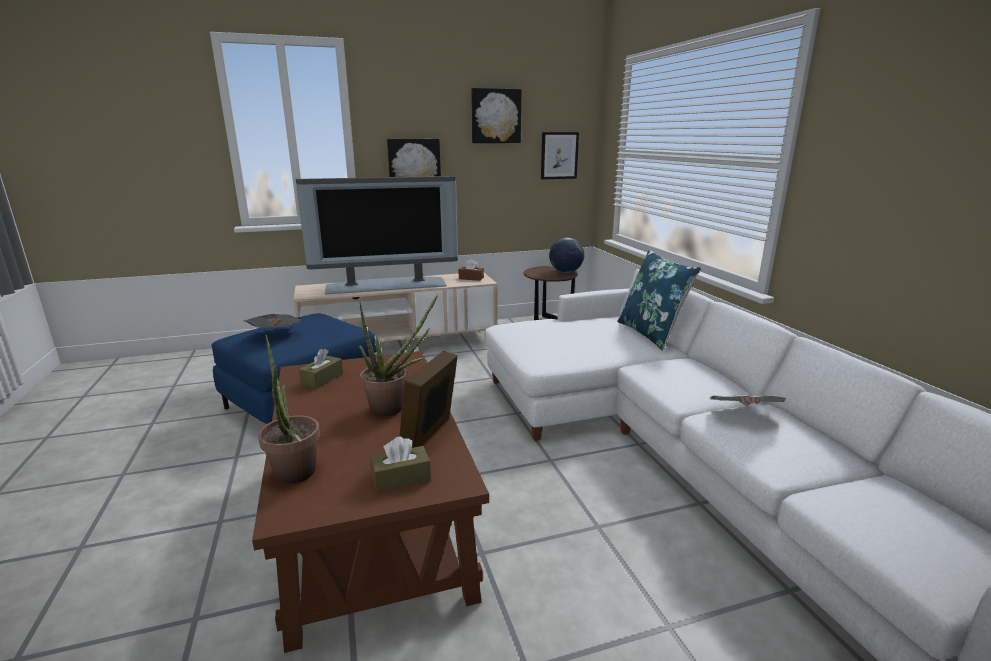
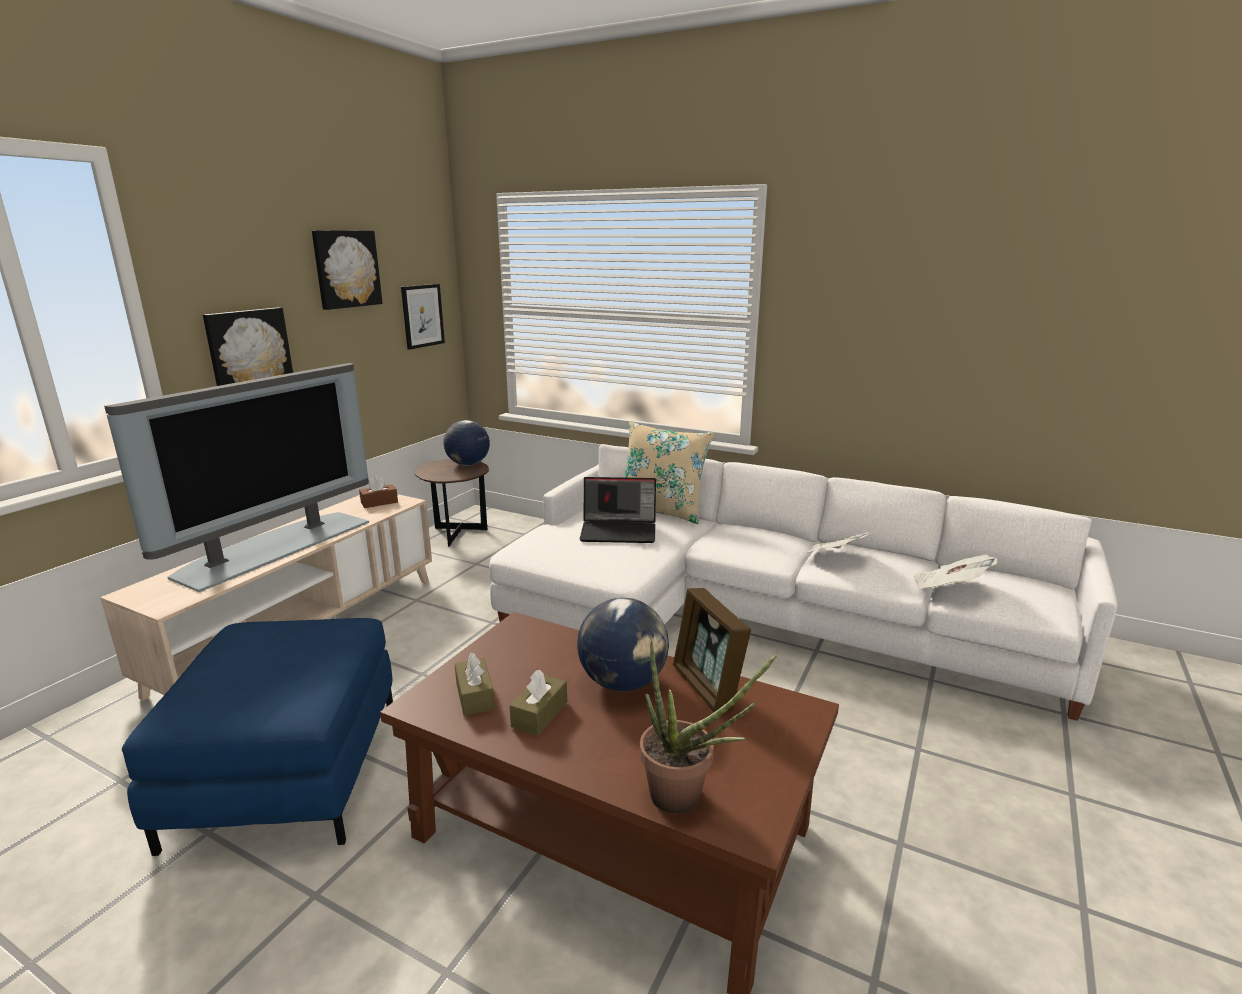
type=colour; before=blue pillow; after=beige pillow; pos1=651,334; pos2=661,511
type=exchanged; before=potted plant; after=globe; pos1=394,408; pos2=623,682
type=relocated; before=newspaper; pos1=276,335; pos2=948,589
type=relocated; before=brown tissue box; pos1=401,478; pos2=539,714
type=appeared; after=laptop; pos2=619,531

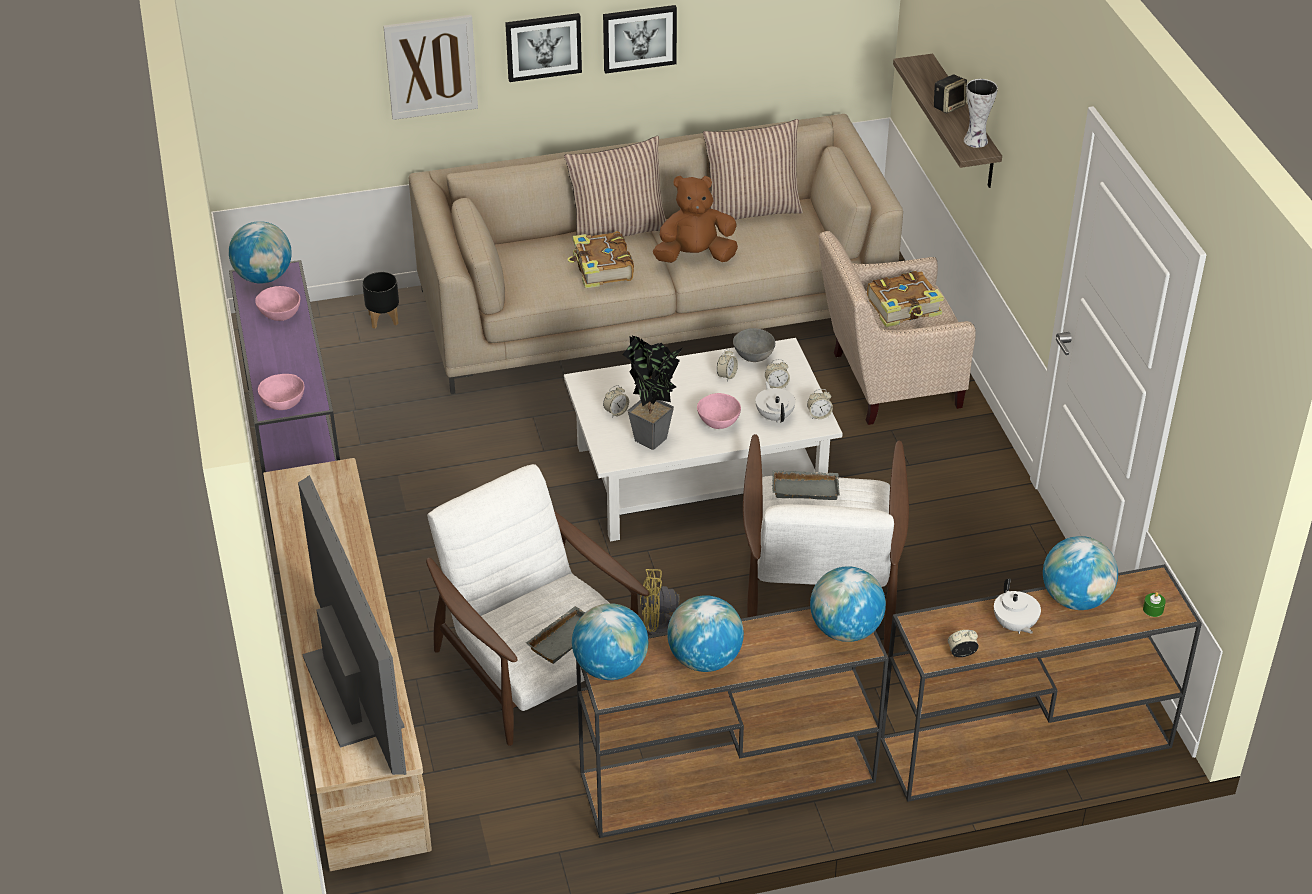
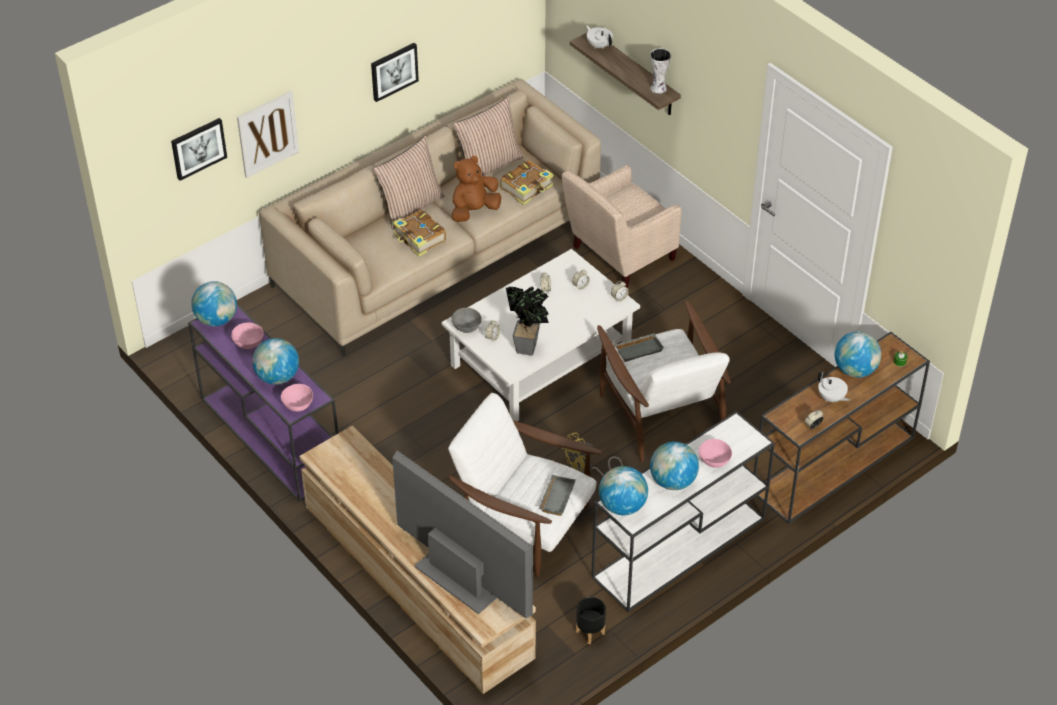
type=relocated; before=picture; pos1=543,46; pos2=198,148
type=missing; before=speaker; pos1=948,106
type=relocated; before=book; pos1=904,308; pos2=527,188
type=relocated; before=black planter; pos1=383,319; pos2=589,632
type=relocated; before=grey bowl; pos1=753,357; pos2=466,328
type=relocated; before=white teapot; pos1=774,416; pos2=599,45
type=relocated; before=pink bowl; pos1=718,423; pos2=714,462
type=relocated; before=globe; pos1=845,630; pos2=277,377
type=colour; before=brown console table; after=white console table; pos1=725,778; pos2=677,549

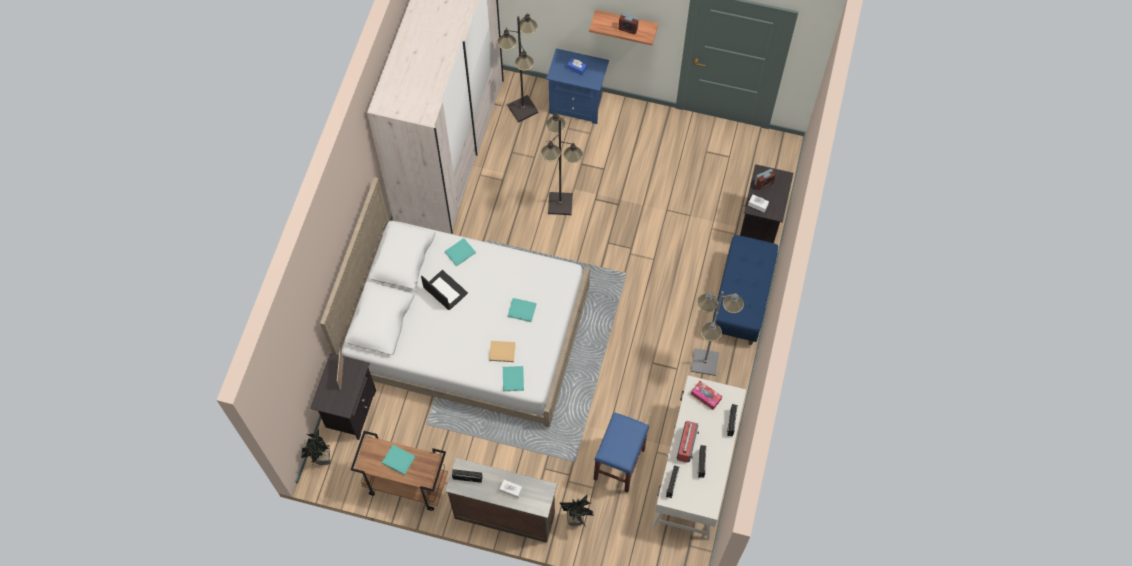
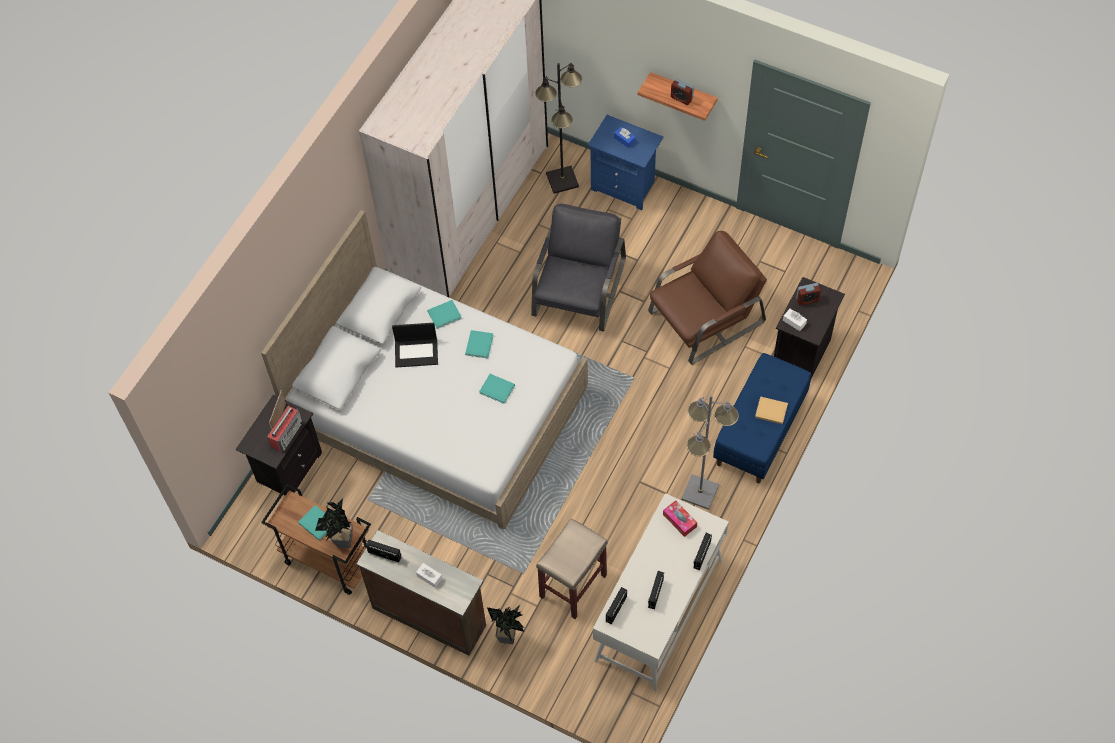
type=exchanged; before=black floor lamp; after=grey armchair; pos1=560,203; pos2=579,289
type=spun; before=laptop; pos1=444,290; pos2=417,352; turn=120
type=relocated; before=beige book; pos1=501,351; pos2=770,411
type=relocated; before=turquoise book; pos1=513,378; pos2=479,344
type=colour; before=blue stool; after=beige stool; pos1=619,463; pos2=573,585
type=relocated; before=radio; pos1=686,444; pos2=287,434
type=relocated; before=potted plant; pos1=323,461; pos2=342,543
type=appeared; after=brown armchair; pos2=705,318

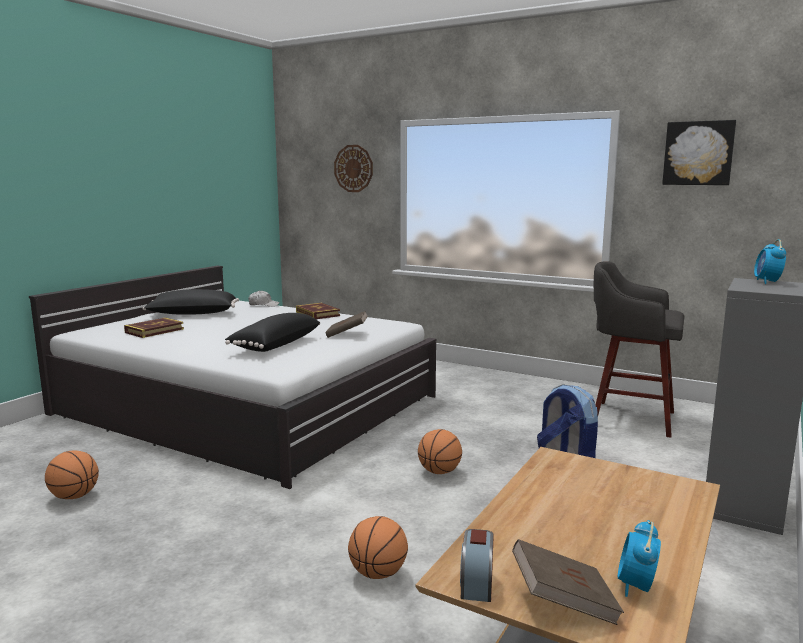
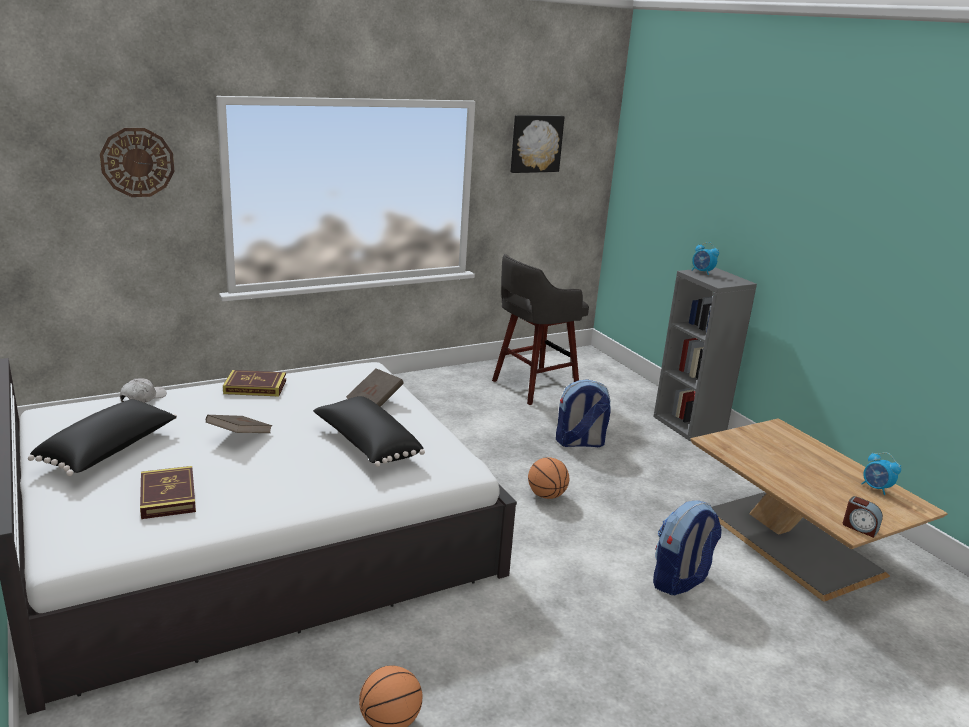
type=exchanged; before=basketball; after=backpack; pos1=378,573; pos2=680,581
type=relocated; before=brown book; pos1=563,602; pos2=240,436

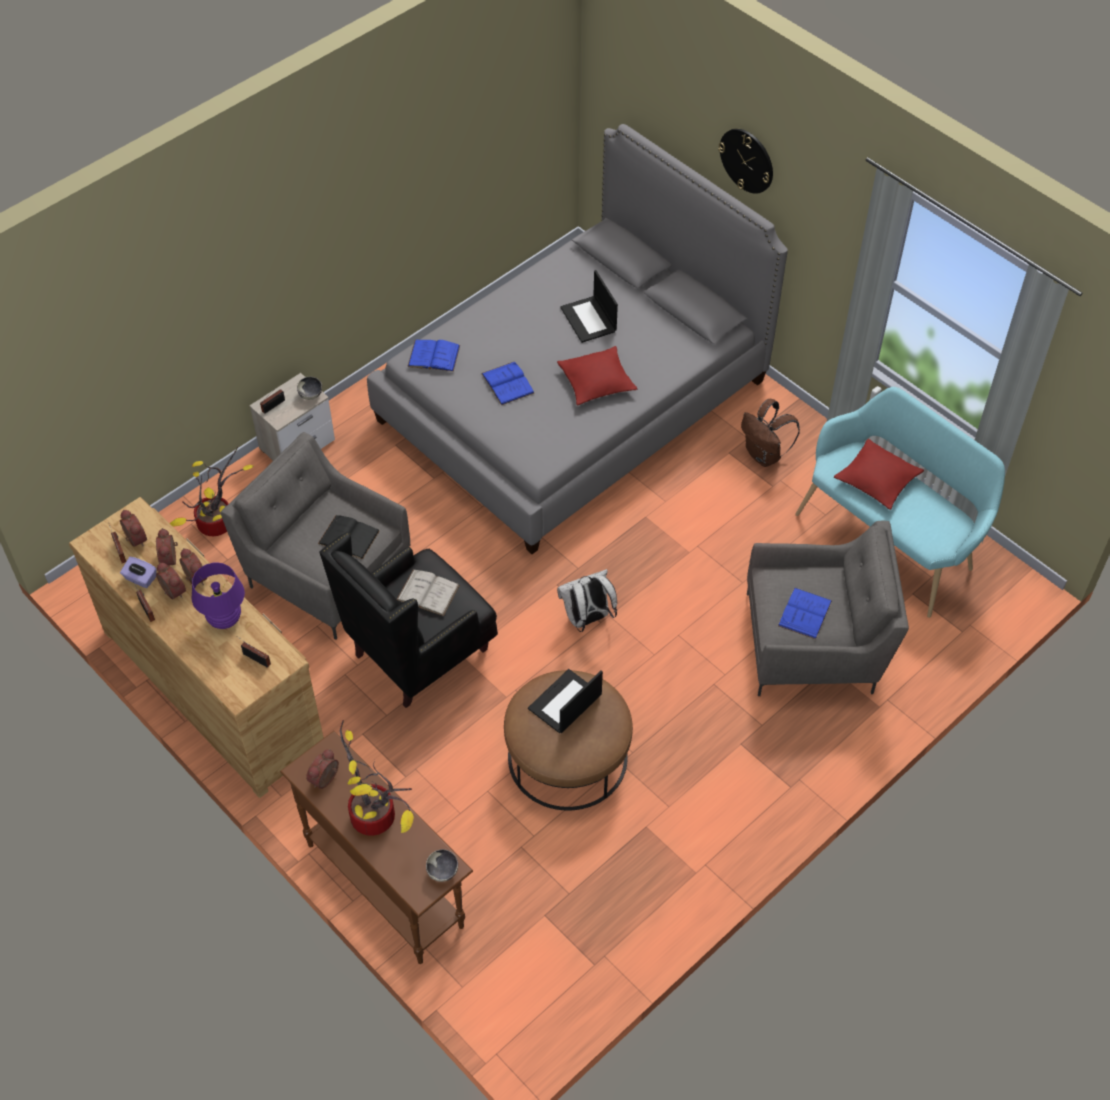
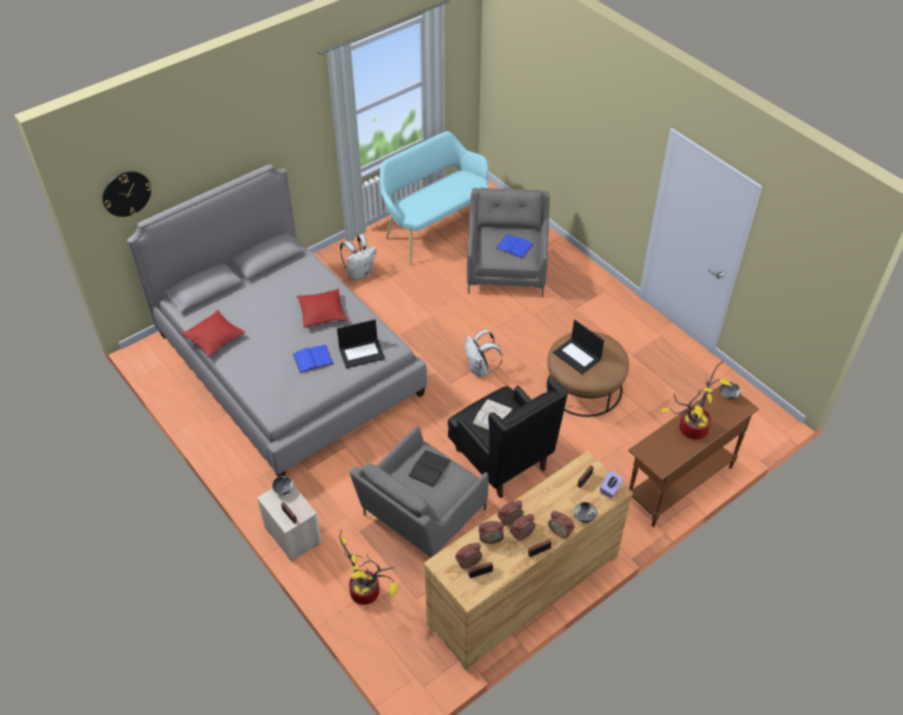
type=relocated; before=wall clock; pos1=747,160; pos2=126,193
type=relocated; before=laptop; pos1=589,320; pos2=362,352
type=missing; before=blue book; pos1=434,356
type=colour; before=brown backpack; after=white backpack; pos1=765,455; pos2=359,273
type=relocated; before=red pillow; pos1=877,480; pos2=214,338
type=relocated; before=purple tissue box; pos1=140,579; pos2=610,489
type=missing; before=purple table lamp; pos1=224,619
type=relocated; before=alarm clock; pos1=326,779; pos2=561,530
type=appeared; after=bowl; pos2=584,517

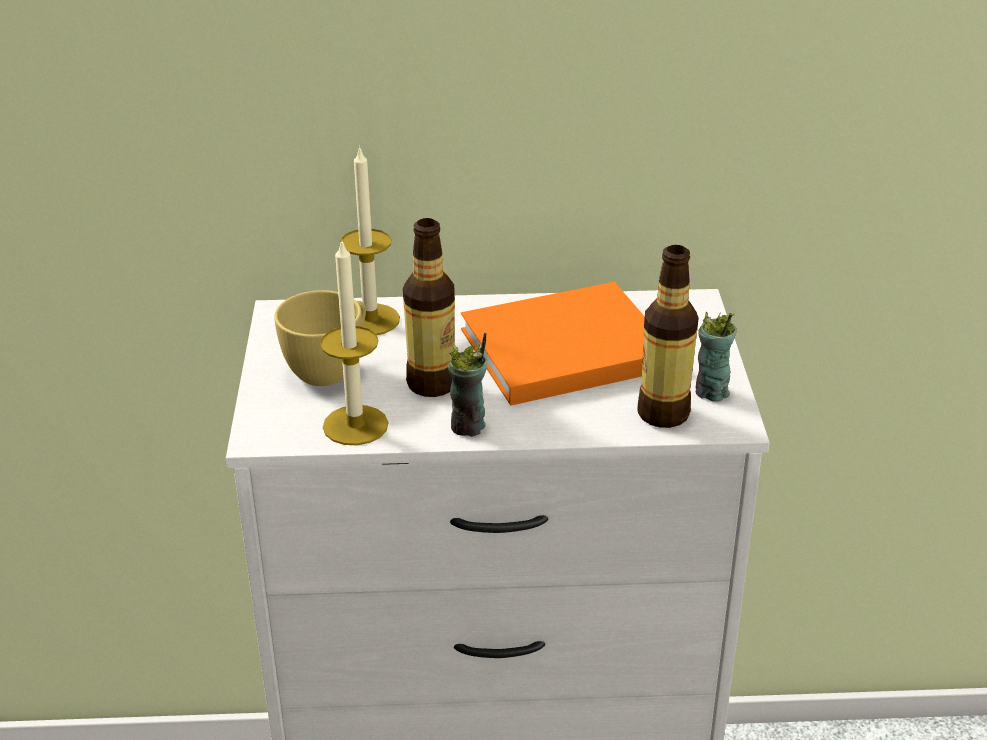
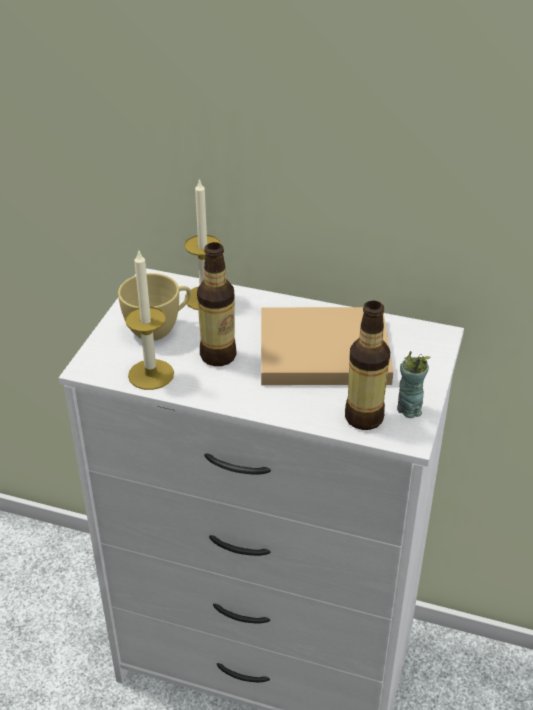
type=colour; before=orange book; after=beige book; pos1=559,350; pos2=319,350
type=missing; before=cup; pos1=468,427

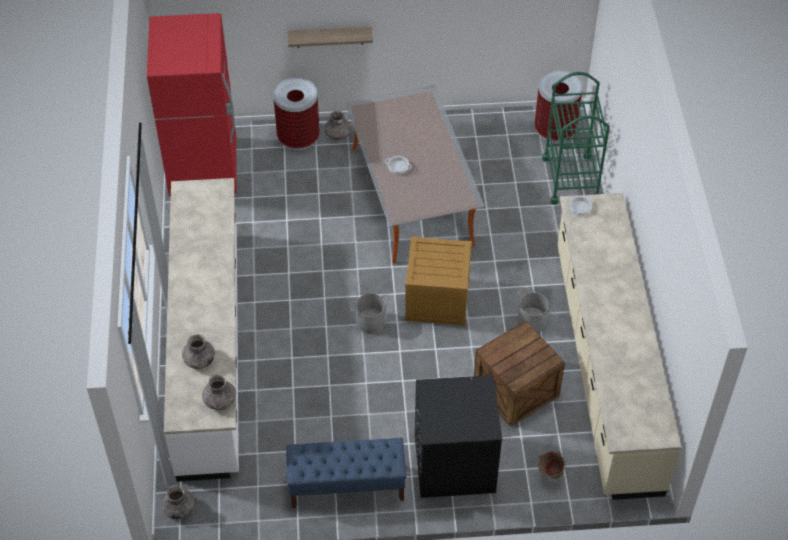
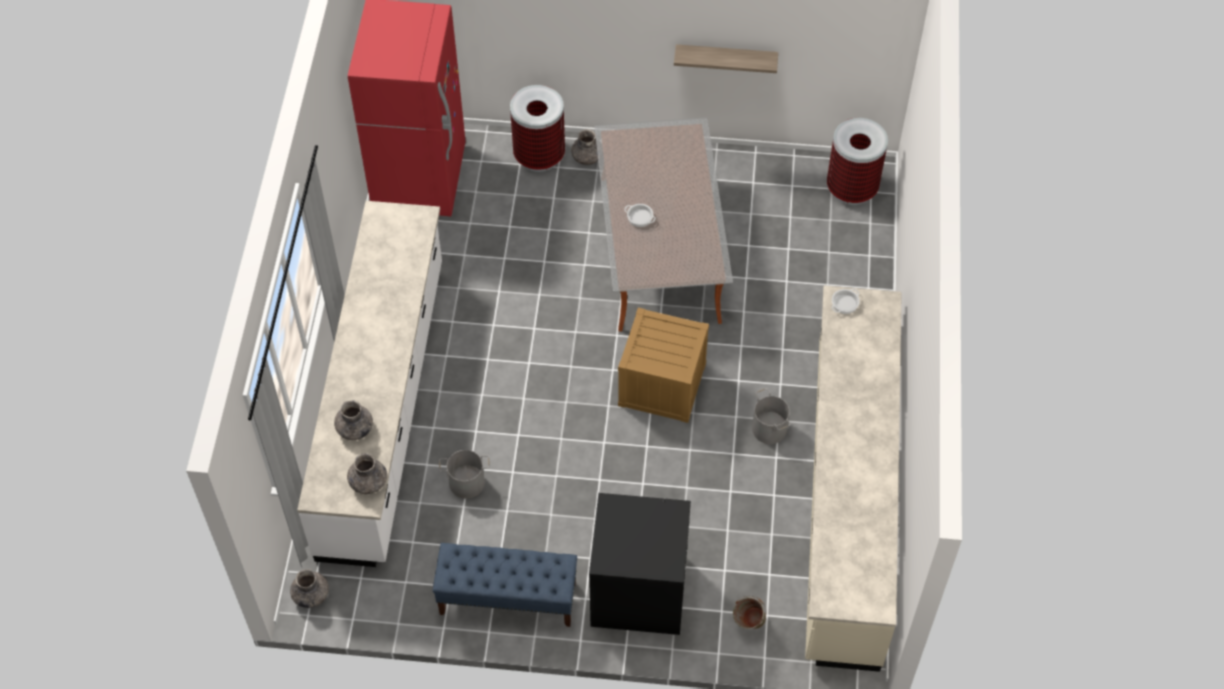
type=relocated; before=shelf; pos1=330,37; pos2=726,57
type=missing; before=green cart; pos1=570,179
type=relocated; before=grey bucket; pos1=370,321; pos2=466,482
type=missing; before=crate; pos1=516,390

